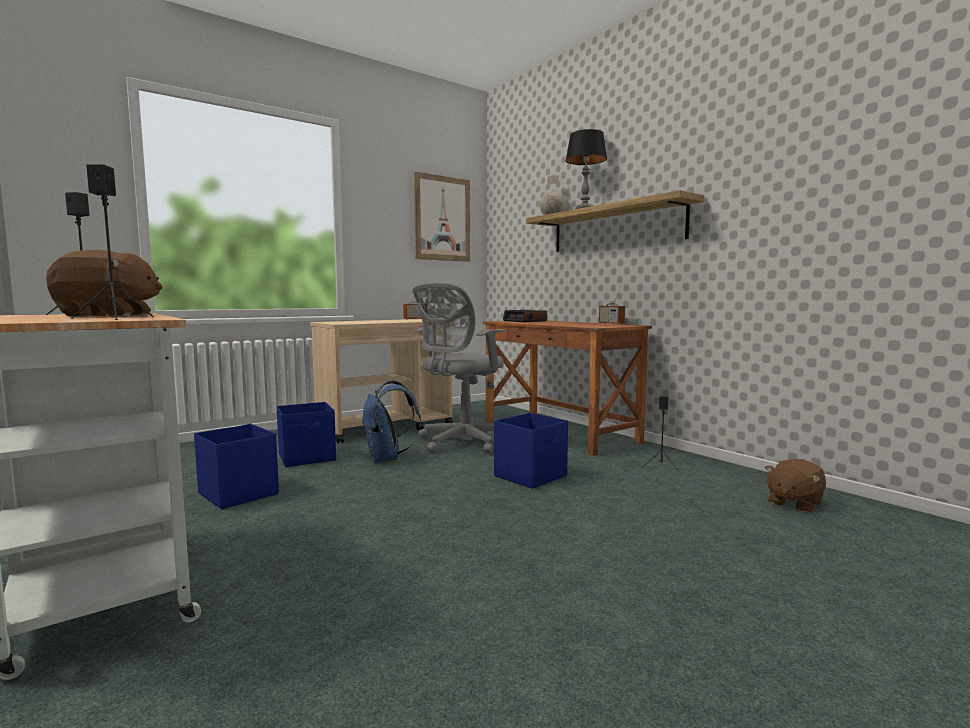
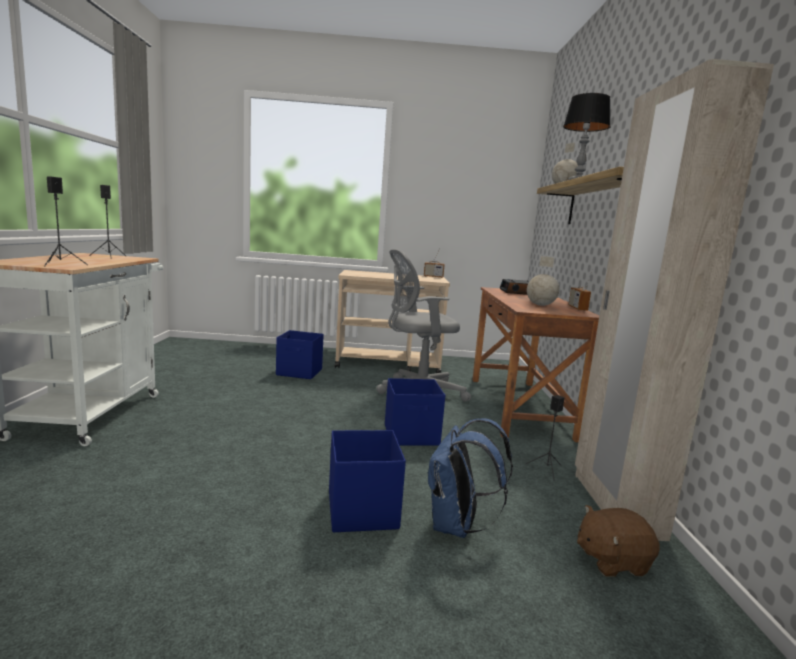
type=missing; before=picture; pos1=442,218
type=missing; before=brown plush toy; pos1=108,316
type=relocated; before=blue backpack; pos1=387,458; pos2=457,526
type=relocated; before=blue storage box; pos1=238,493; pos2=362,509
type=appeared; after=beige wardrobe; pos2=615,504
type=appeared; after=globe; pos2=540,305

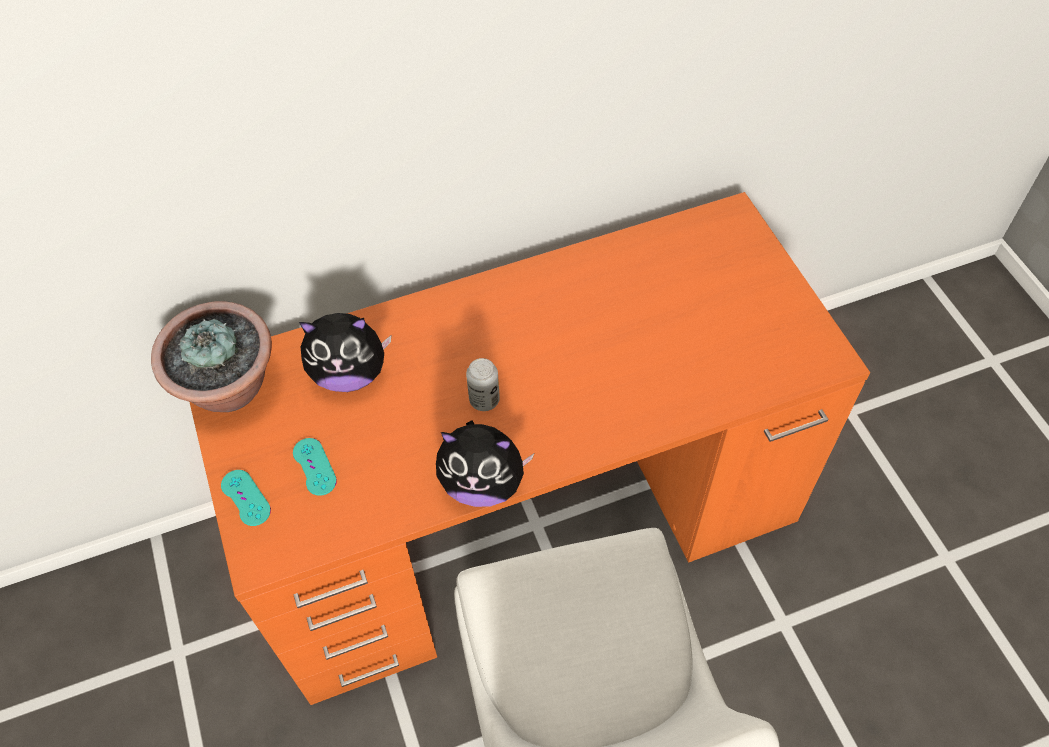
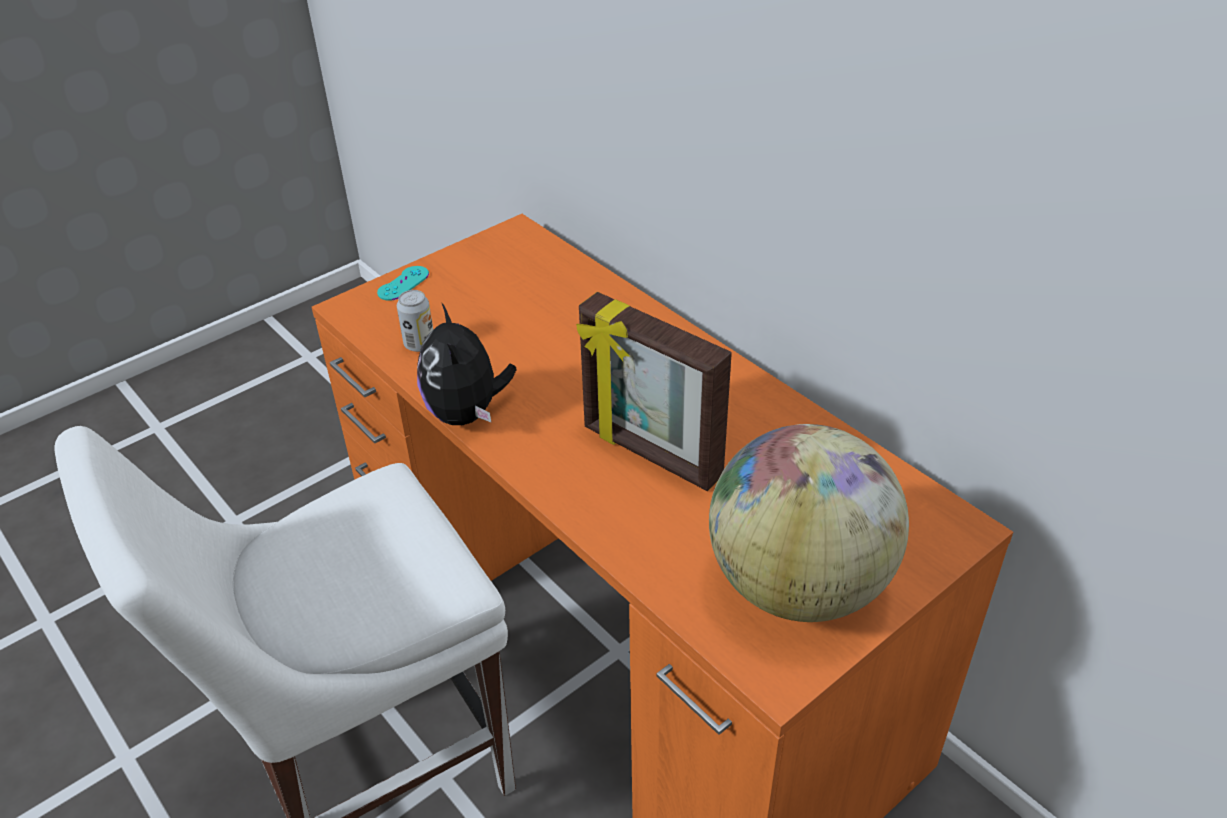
type=missing; before=potted plant; pos1=230,388
type=missing; before=plush toy; pos1=350,374
type=relocated; before=can; pos1=484,400; pos2=419,344
type=missing; before=turquoise game controller; pos1=314,466
type=appeared; after=picture frame; pos2=650,454
type=appeared; after=globe; pos2=798,584

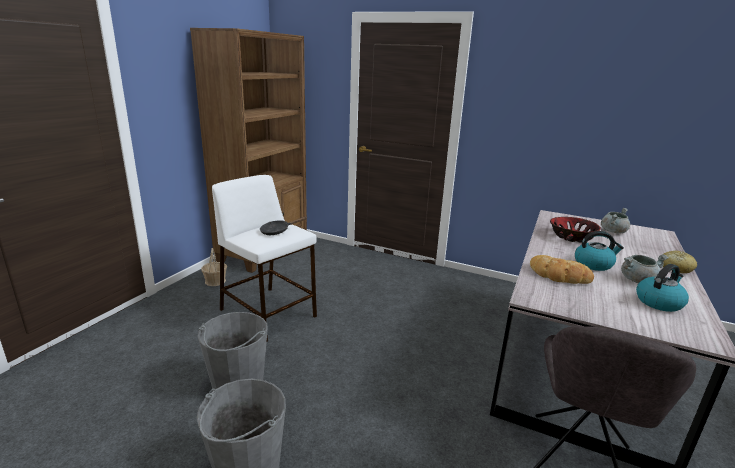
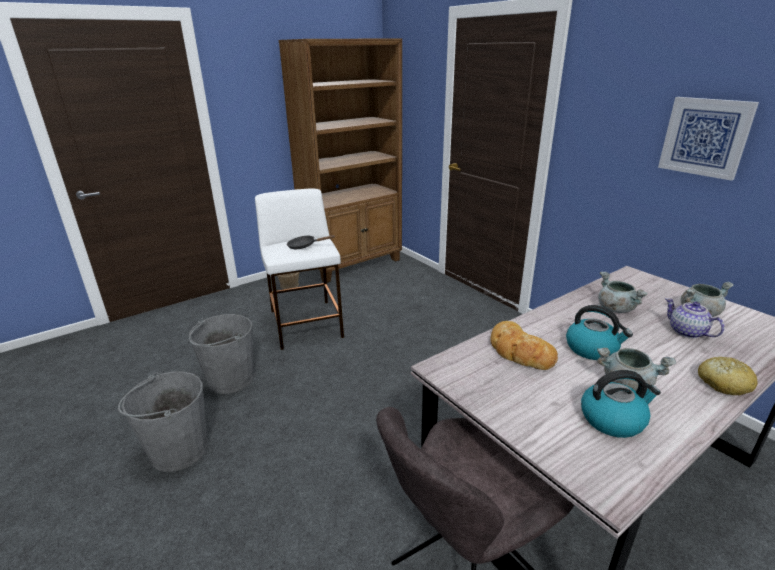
type=exchanged; before=bowl; after=grey cooking pot; pos1=571,237; pos2=615,308
type=appeared; after=picture; pos2=705,137
type=appeared; after=teapot; pos2=687,332

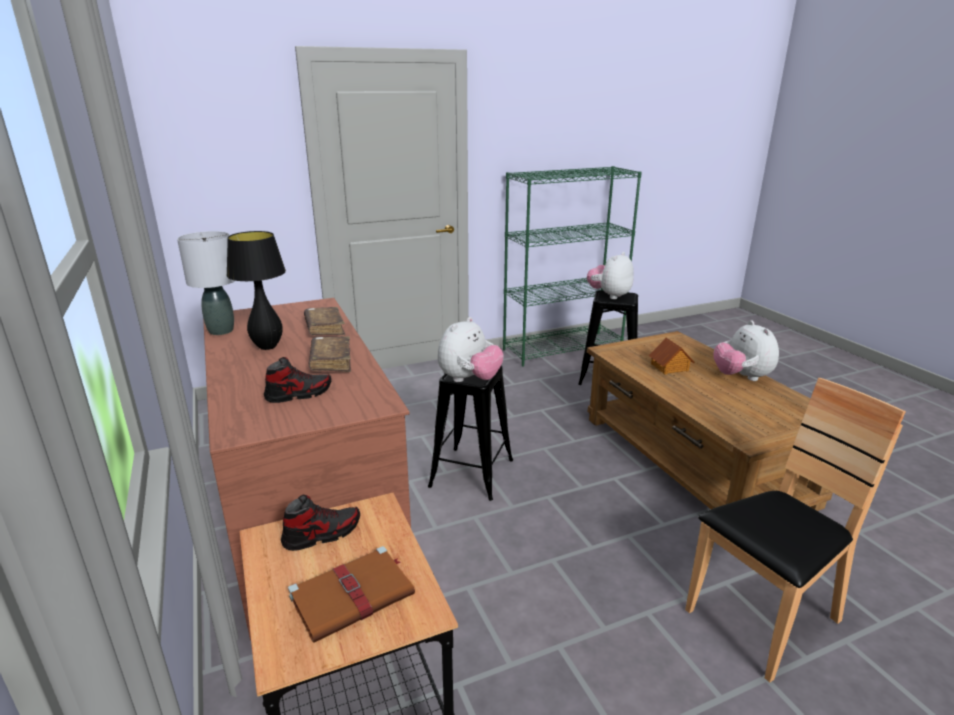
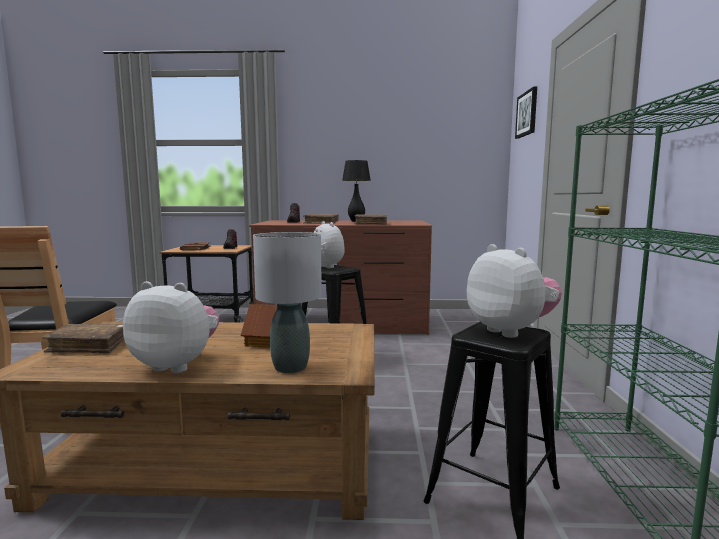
type=relocated; before=grey table lamp; pos1=221,331; pos2=290,367
type=appeared; after=picture; pos2=527,114
type=appeared; after=brown book; pos2=89,346

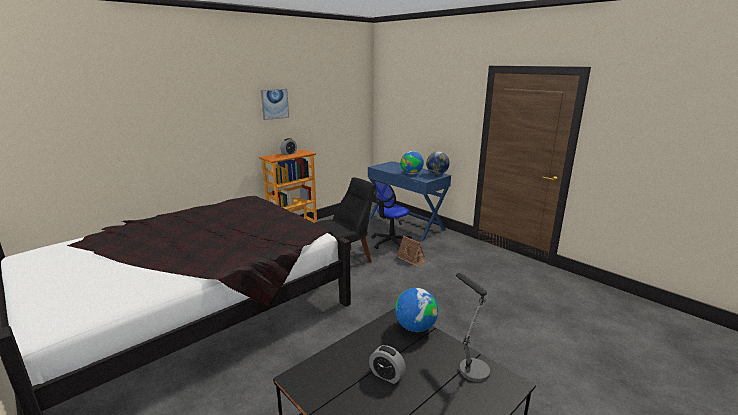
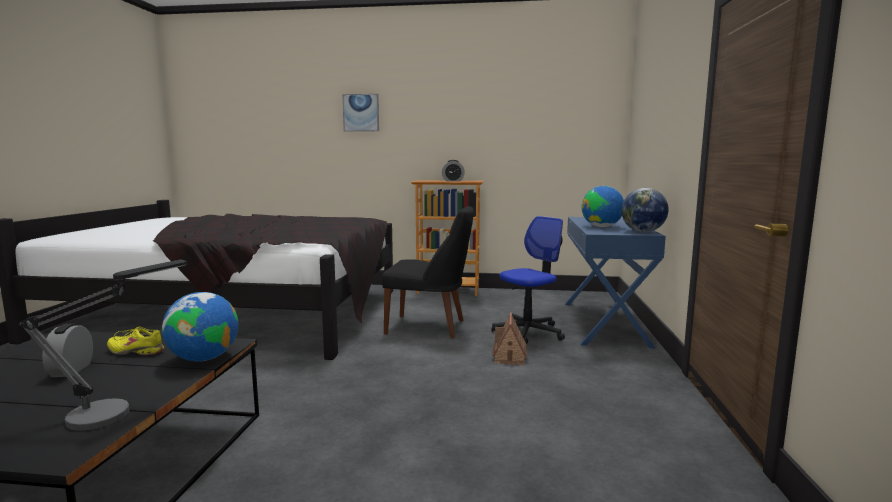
type=relocated; before=picture; pos1=274,104; pos2=361,113
type=spun; before=office chair; pos1=390,242; pos2=528,332; turn=135
type=appeared; after=yellow shoe; pos2=136,351

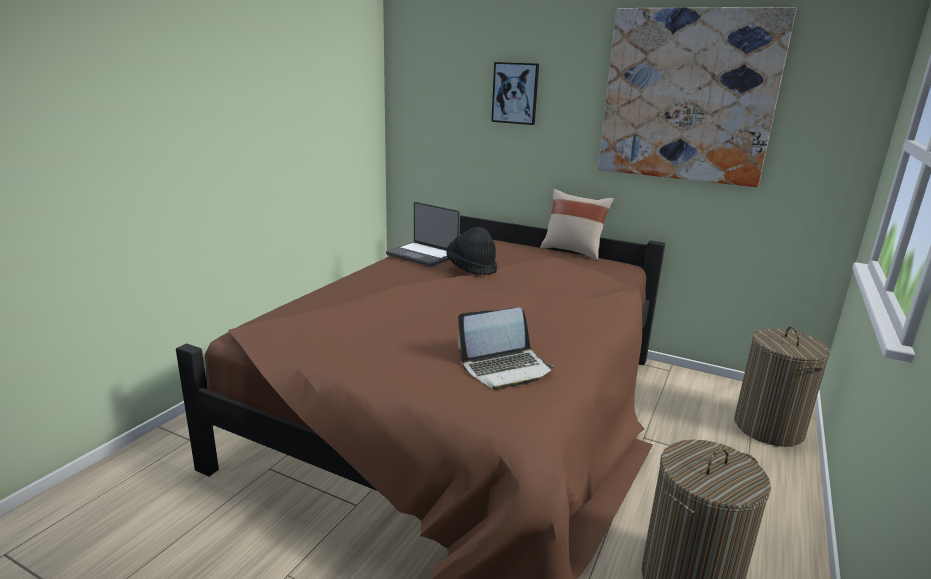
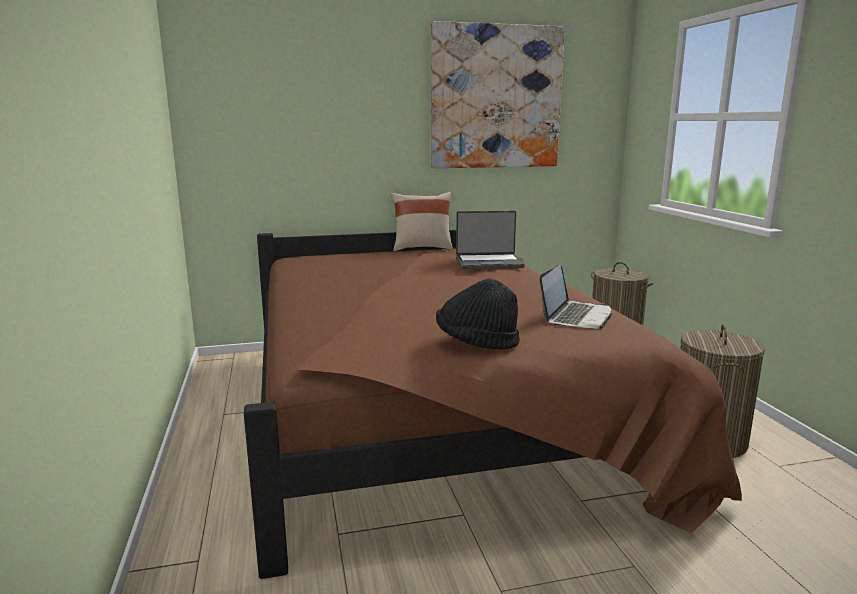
type=missing; before=picture; pos1=515,93
type=relocated; before=laptop; pos1=423,255; pos2=489,263
type=relocated; before=black hat; pos1=471,268; pos2=476,343

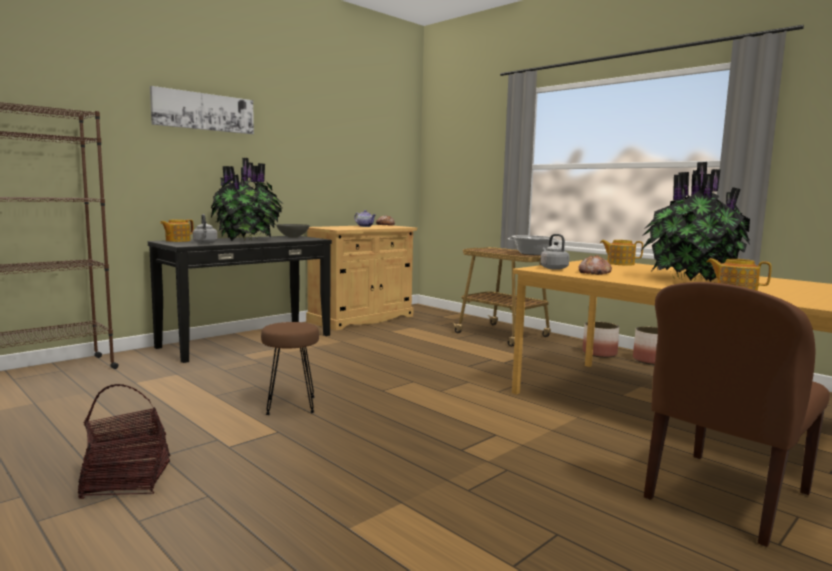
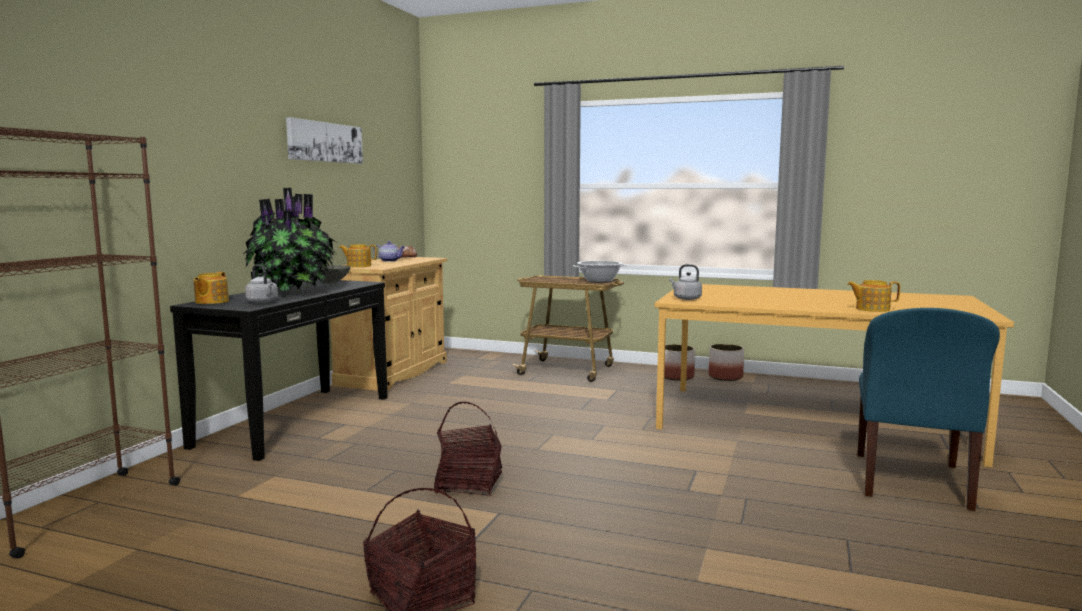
type=relocated; before=picture; pos1=204,111; pos2=325,142
type=missing; before=potted plant; pos1=689,279
type=relocated; before=teapot; pos1=620,263; pos2=358,266
type=missing; before=bread; pos1=593,273
type=colour; before=brown chair; after=blue chair; pos1=725,497; pos2=911,482
type=exchanged; before=brown stool; after=basket; pos1=291,405; pos2=469,483

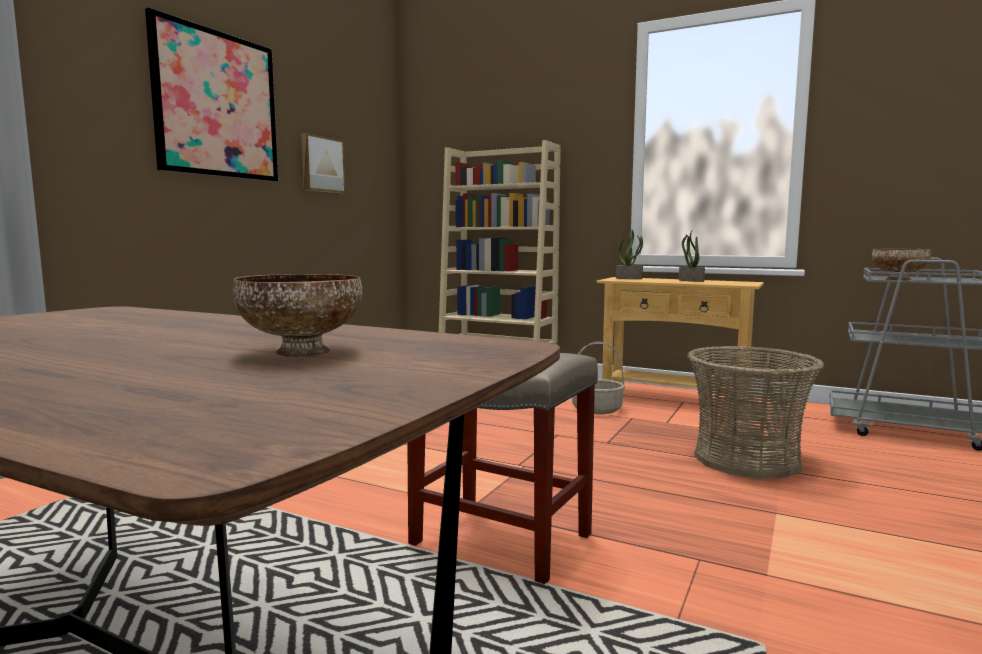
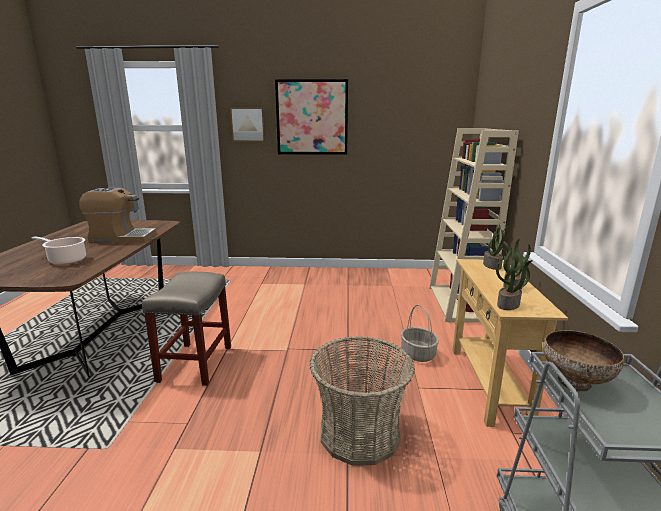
type=relocated; before=picture; pos1=321,164; pos2=248,124
type=exchanged; before=bowl; after=cooking pot; pos1=300,352; pos2=66,260
type=appeared; after=coffee machine; pos2=122,238
type=appeared; after=potted plant; pos2=508,305

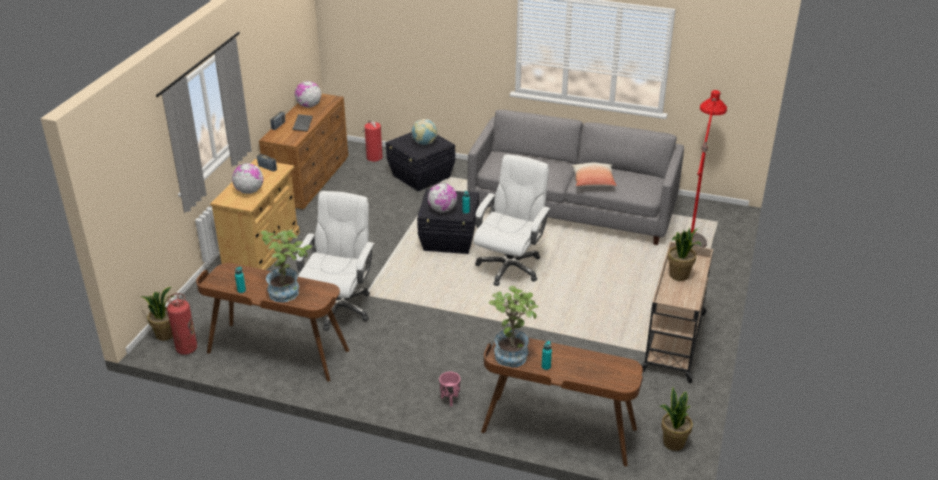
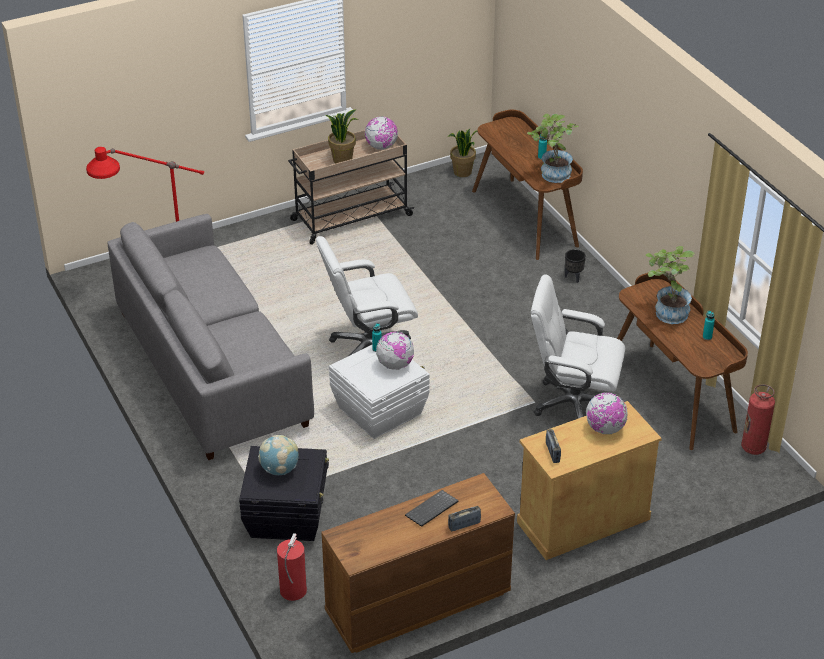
type=relocated; before=globe; pos1=309,106; pos2=381,147
type=missing; before=pillow; pos1=593,182
type=colour; before=black storage box; after=white storage box; pos1=449,240; pos2=379,410
type=spun; before=white office chair; pos1=339,308; pos2=573,404; turn=45
type=missing; before=potted plant; pos1=165,334
type=colour; before=pink planter; after=black planter; pos1=449,399; pos2=573,277

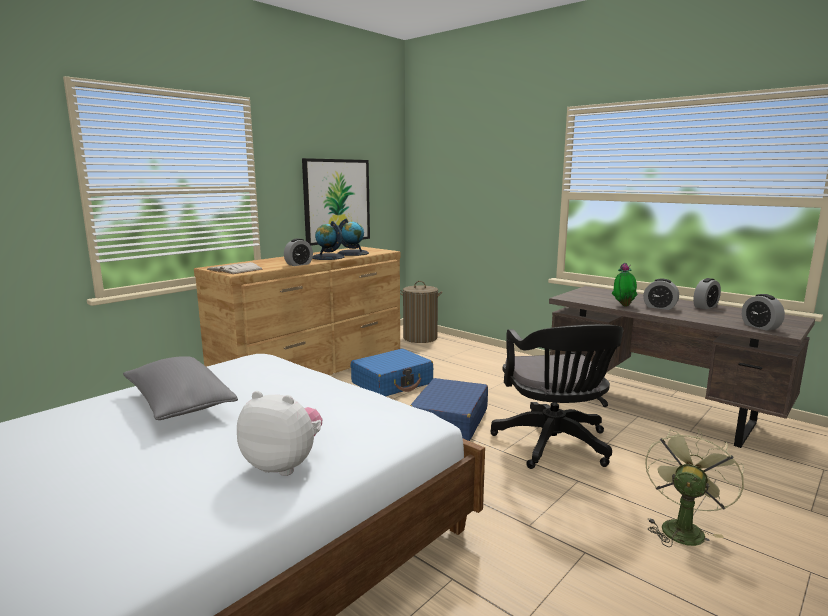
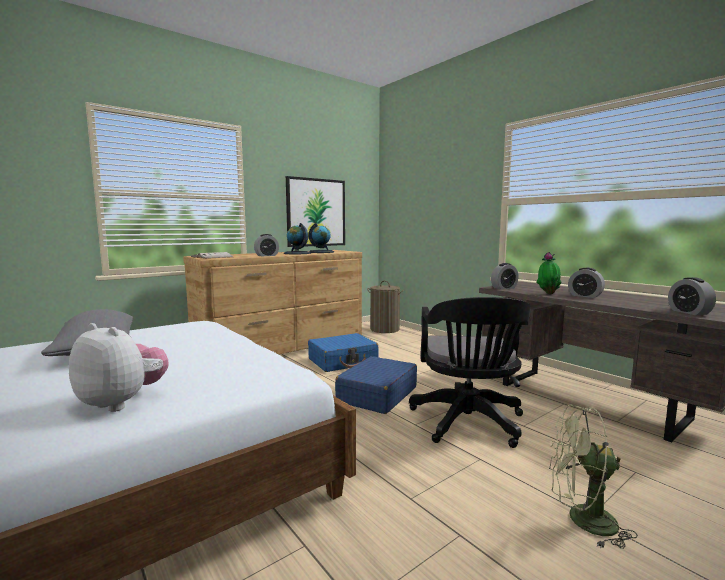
type=relocated; before=alarm clock; pos1=705,307; pos2=504,288
type=spun; before=green fan; pos1=682,527; pos2=582,520; turn=-120

